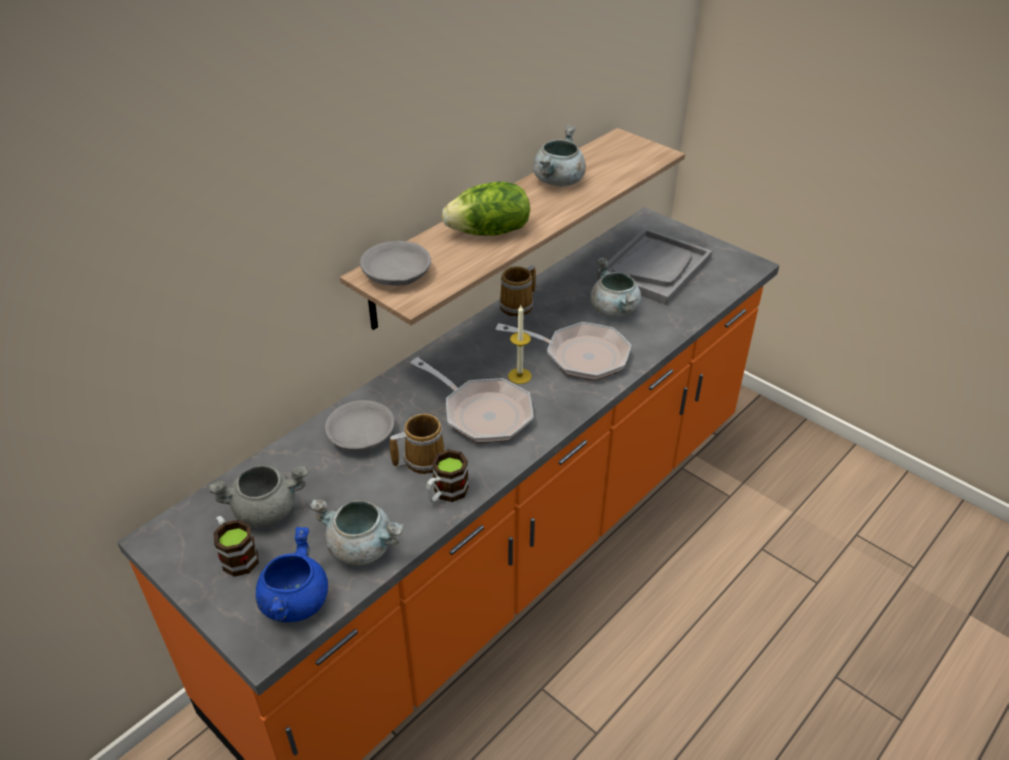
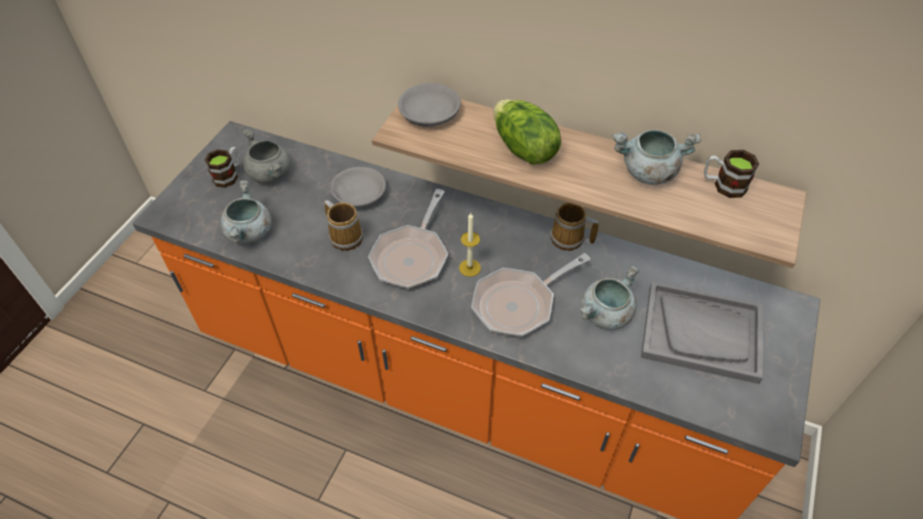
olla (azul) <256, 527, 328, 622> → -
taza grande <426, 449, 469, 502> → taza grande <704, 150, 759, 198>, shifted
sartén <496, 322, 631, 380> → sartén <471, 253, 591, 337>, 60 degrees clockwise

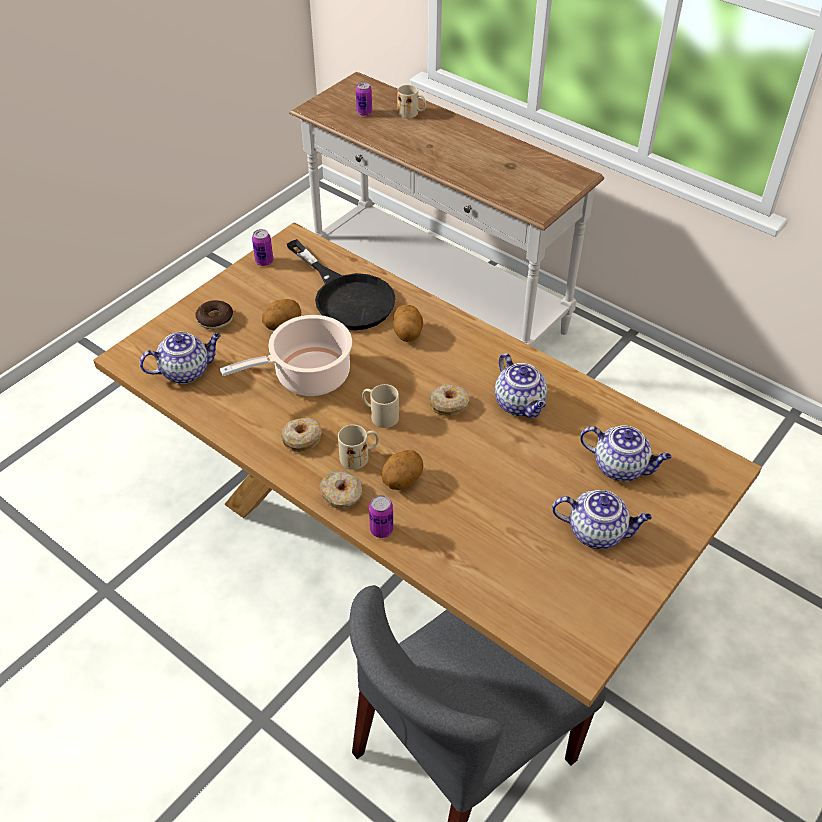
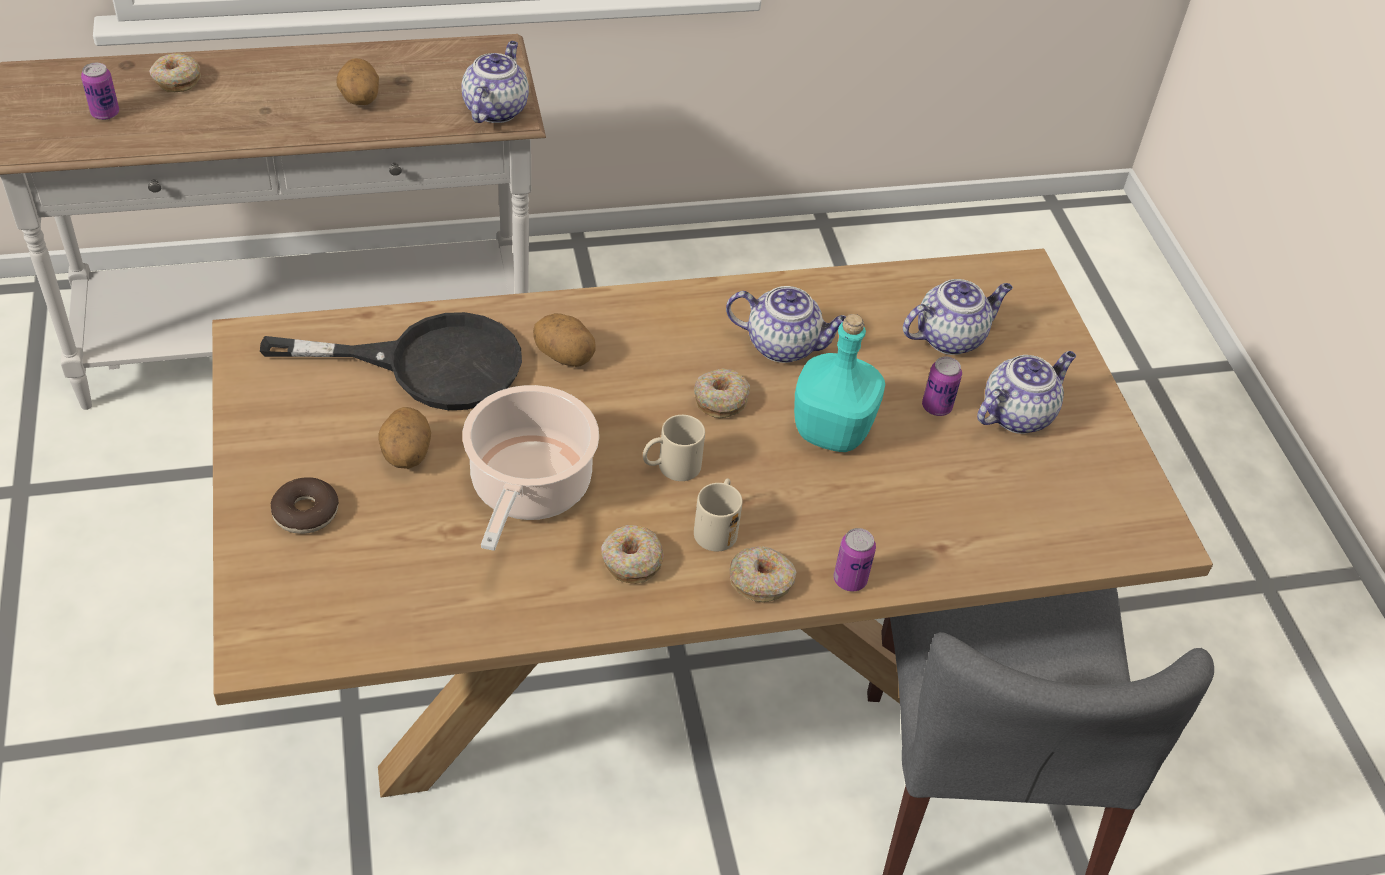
tetera <139, 332, 221, 384> → tetera <461, 41, 529, 123>, shifted
lata <252, 229, 273, 266> → lata <922, 357, 962, 416>, shifted
patata <382, 450, 423, 490> → patata <337, 58, 379, 105>, shifted
taza grande (beis) <397, 85, 426, 118> → rosquilla <149, 53, 201, 92>
- → botella (turquesa) <794, 314, 885, 452>

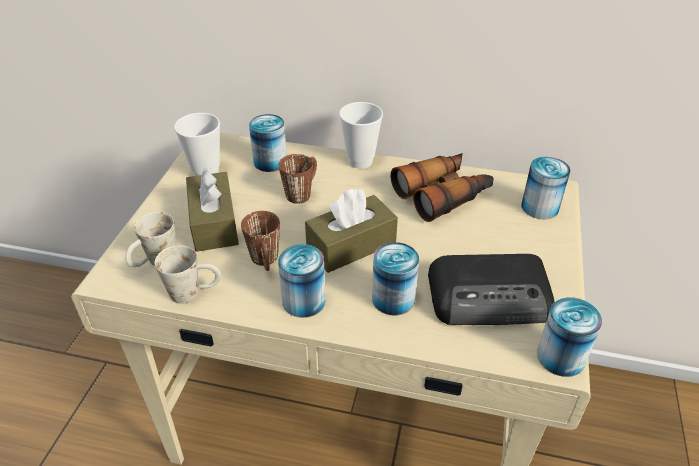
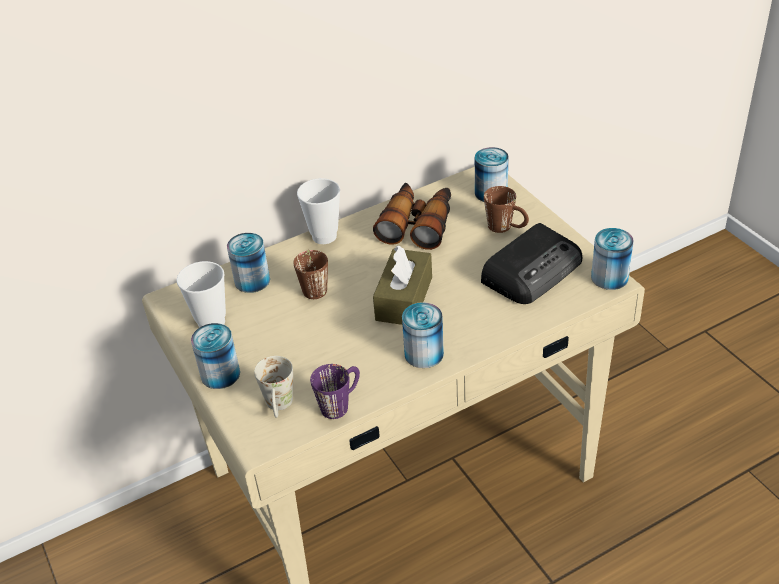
taza grande (blanco) <155, 245, 221, 304> → taza grande (morado) <310, 364, 360, 419>
caja de pañuelos (marrón) <186, 165, 239, 252> → -
taza grande (marrón) <241, 211, 280, 271> → taza grande (marrón) <484, 186, 529, 233>, shifted
lata <372, 242, 419, 315> → lata <191, 323, 240, 389>, shifted

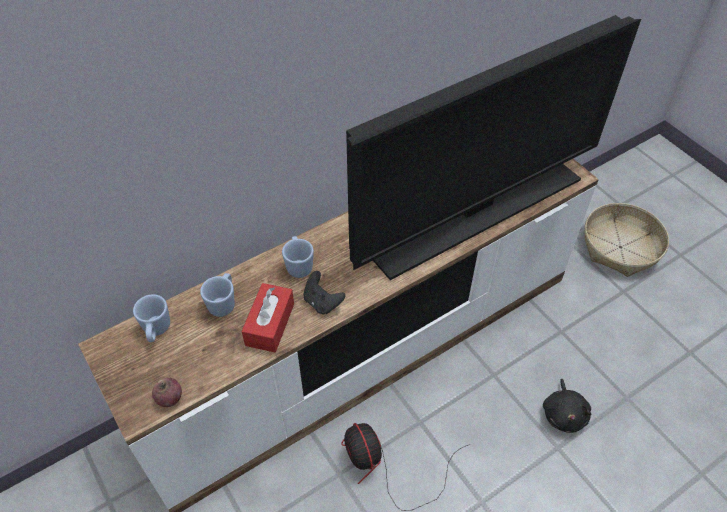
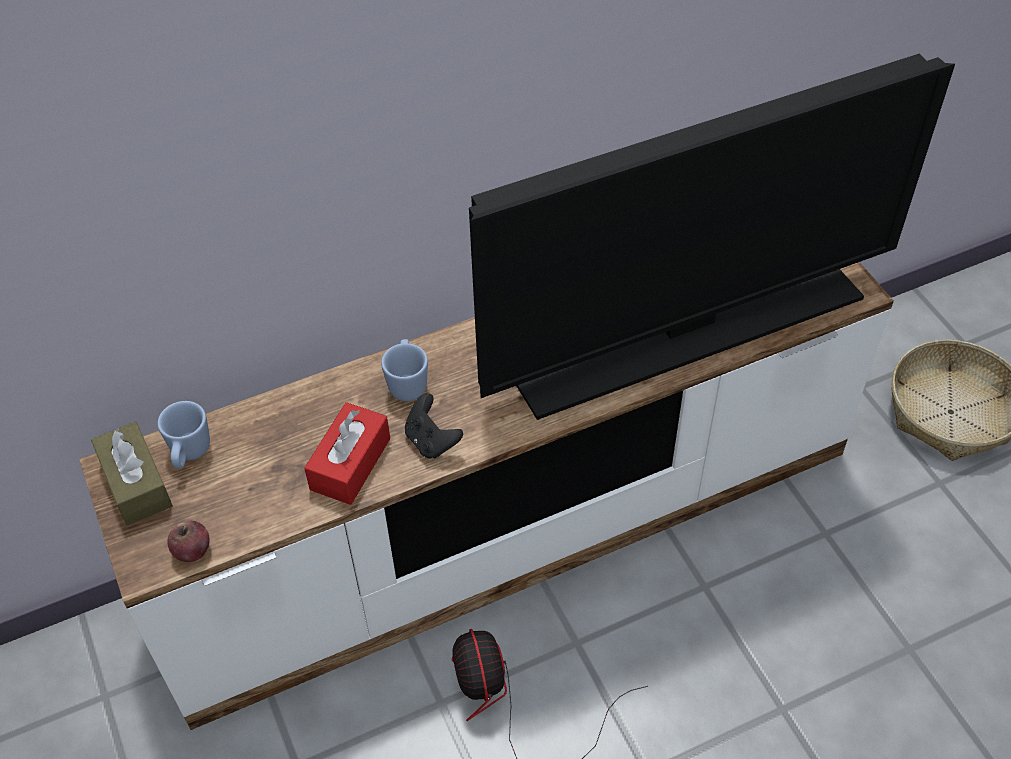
taza grande (azul) <200, 273, 235, 317> → -
peluche (negro) <543, 379, 592, 433> → -
- → caja de pañuelos (marrón) <91, 422, 173, 526>

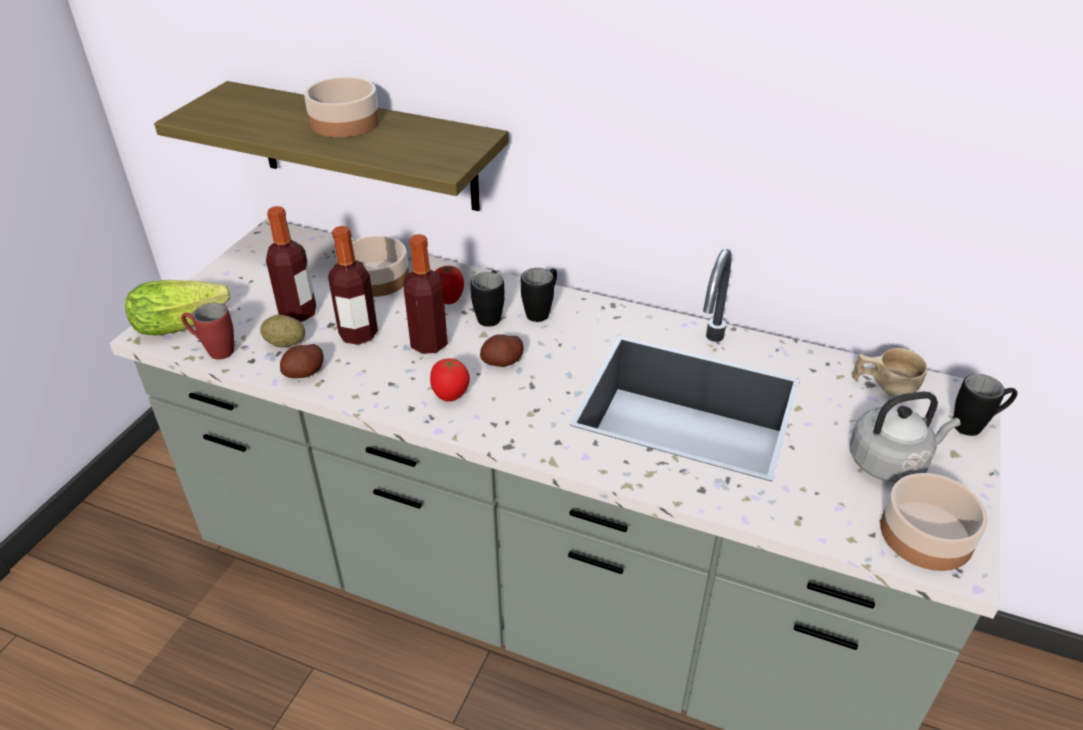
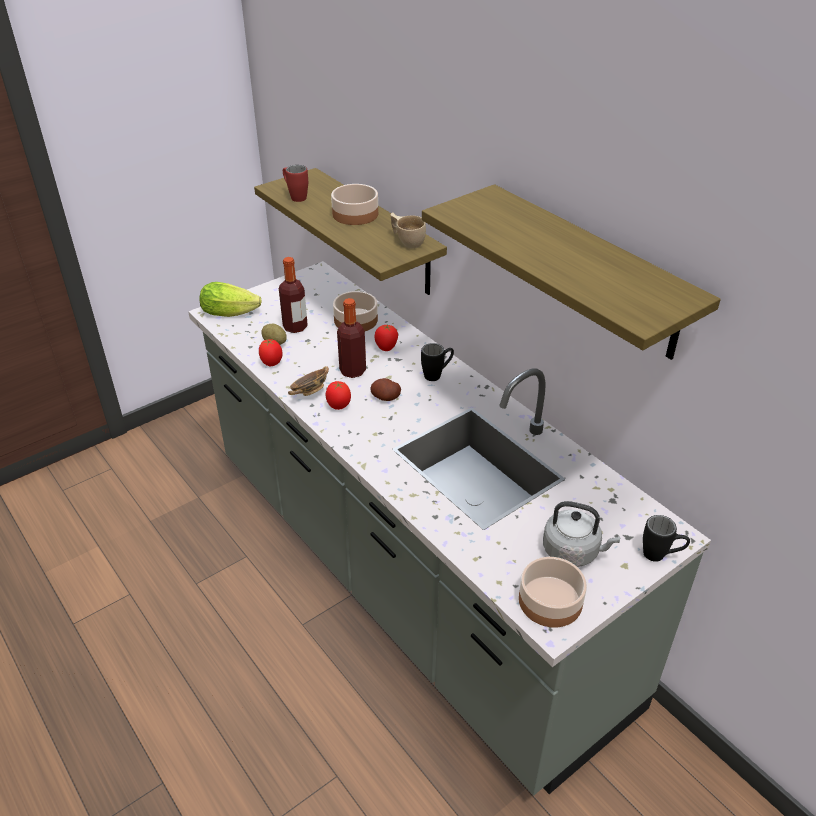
taza grande (rojo) <181, 303, 234, 360> → taza grande (rojo) <283, 165, 308, 202>, shifted
patata <280, 344, 324, 378> → tomate <259, 339, 282, 366>
botella <328, 226, 378, 345> → -
taza grande (negro) <470, 270, 505, 327> → -
taza (beis) <852, 348, 927, 397> → taza (beis) <390, 213, 426, 248>, shifted
- → cuenco <288, 366, 329, 396>
- → estante <422, 184, 721, 360>

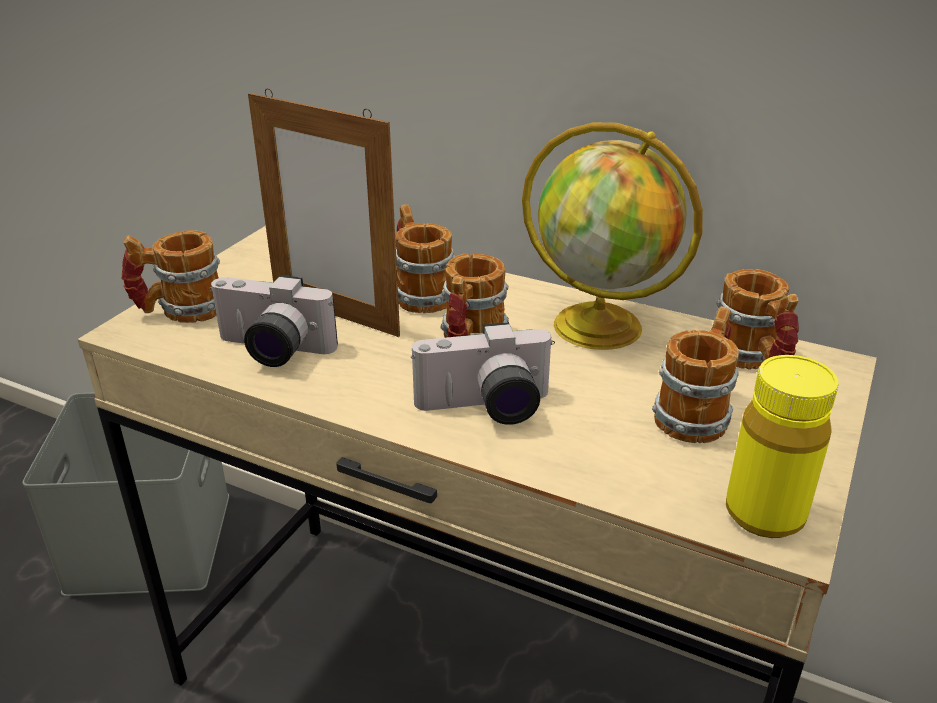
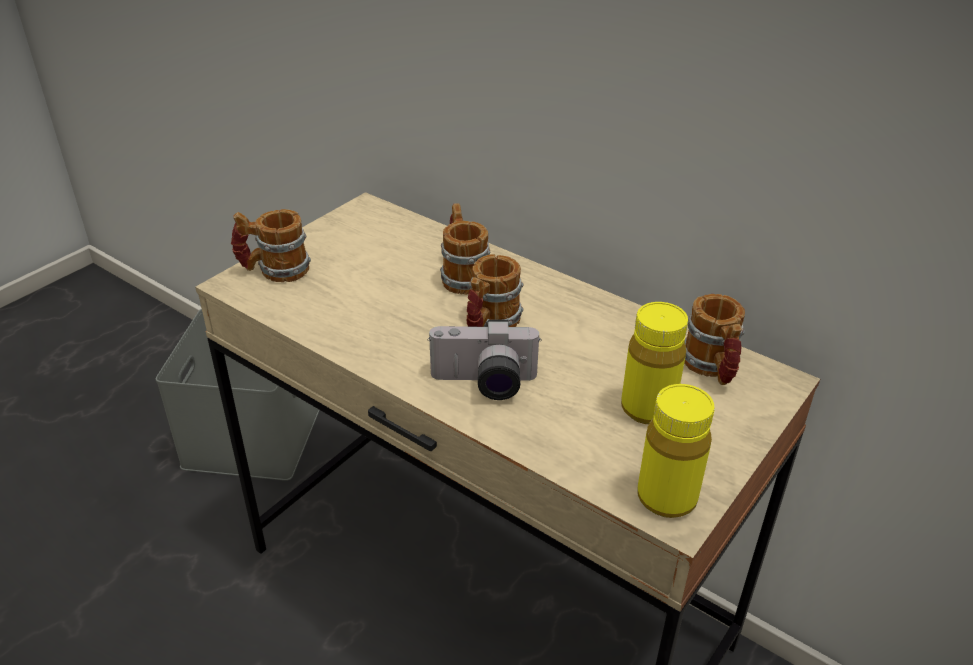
cámara <209, 275, 338, 367> → -
portarretratos <248, 88, 400, 337> → -
globo terráqueo <522, 122, 703, 350> → -
taza grande <652, 306, 739, 443> → botella (amarillo) <621, 302, 688, 424>

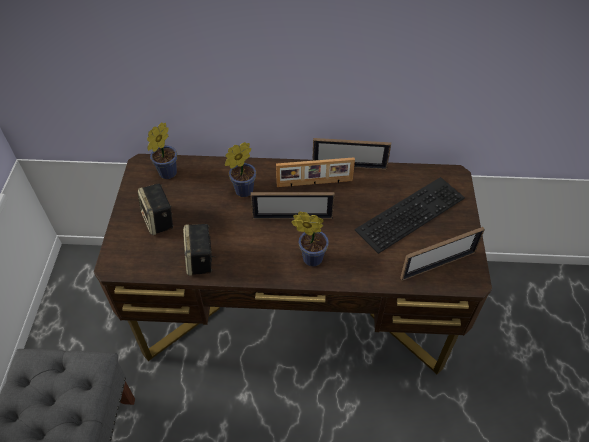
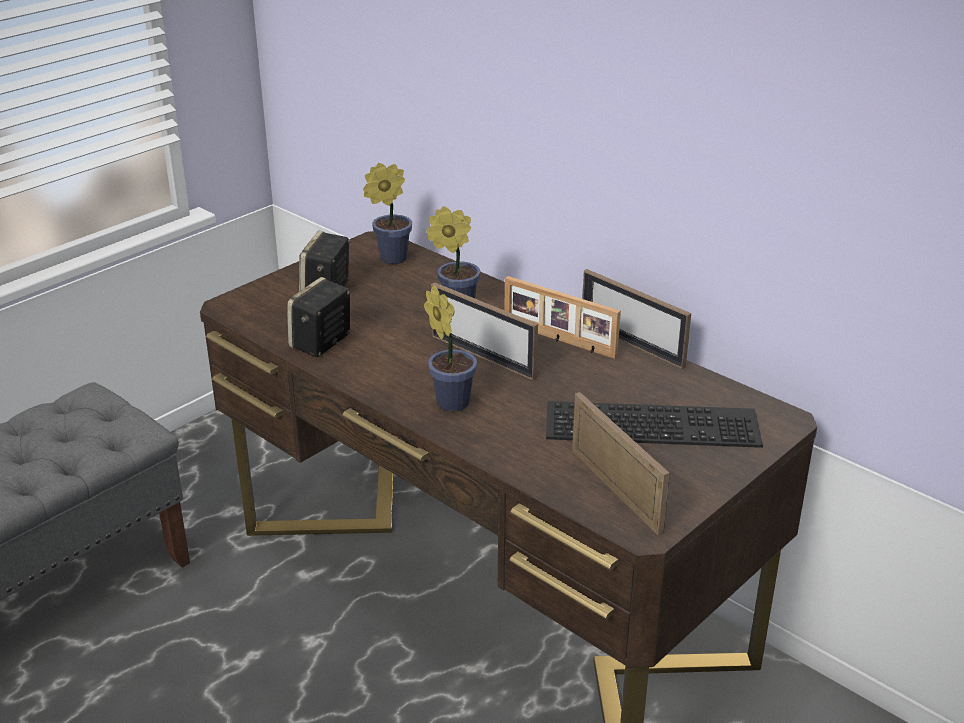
portarretratos <400, 227, 485, 281> → portarretratos <572, 392, 670, 536>, 135 degrees counterclockwise

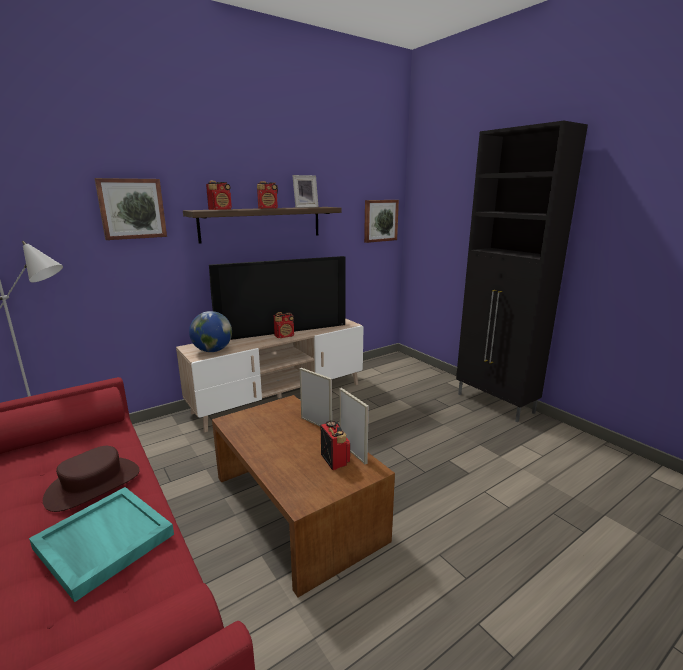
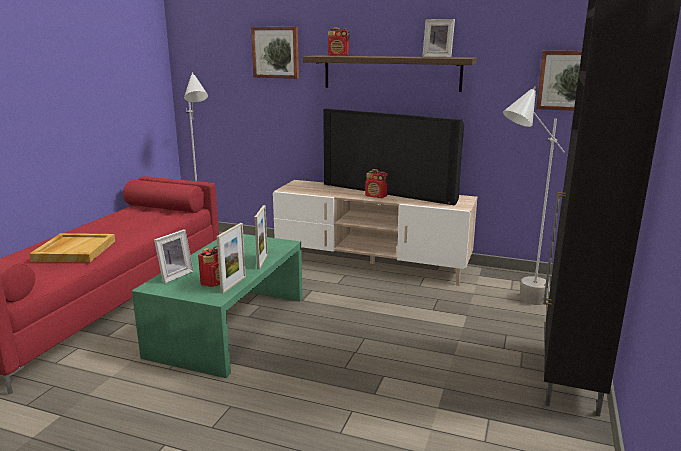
bandeja (turquesa) <29, 487, 174, 602> → bandeja (beis) <30, 233, 115, 262>
sombrero (marrón) <43, 446, 140, 512> → -
globo terráqueo <189, 311, 232, 352> → -
mesa de centro (marrón) <212, 395, 395, 598> → mesa de centro (verde) <132, 234, 303, 378>
radio <257, 181, 278, 209> → -
- → portarretratos <154, 229, 194, 284>
- → lámpara de pie (gris) <503, 86, 565, 305>

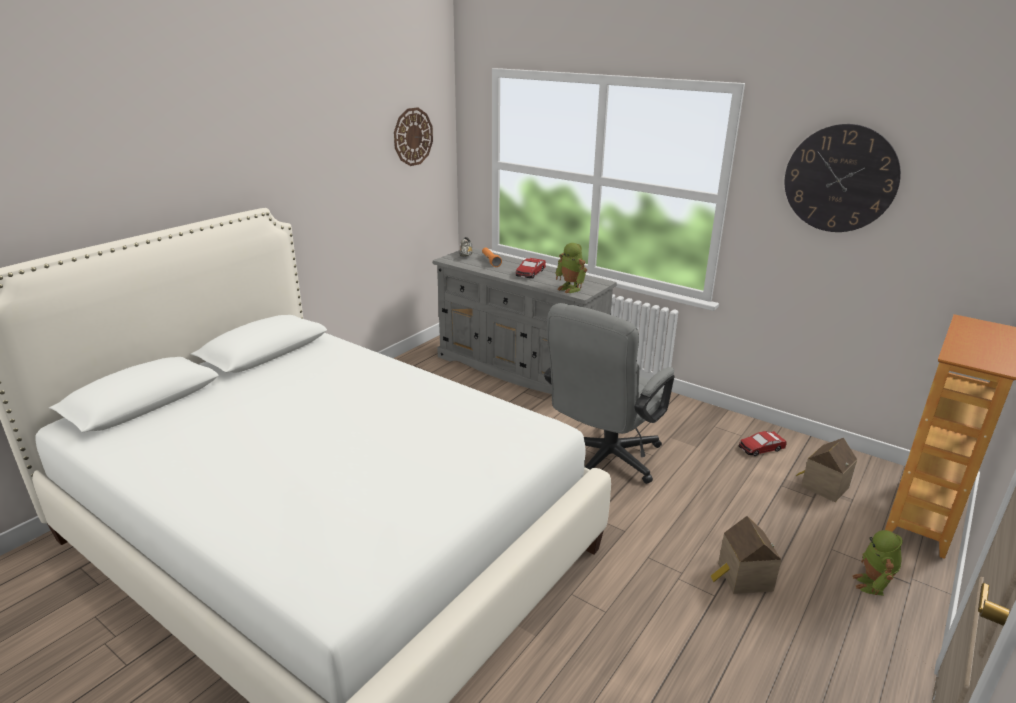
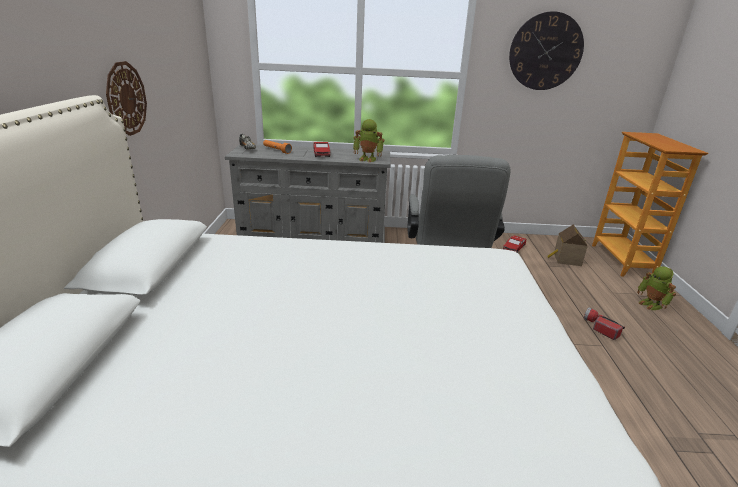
reloj de pared <394, 107, 433, 166> → reloj de pared <106, 61, 147, 136>, shifted
casita <711, 516, 782, 594> → linterna <584, 307, 625, 340>

